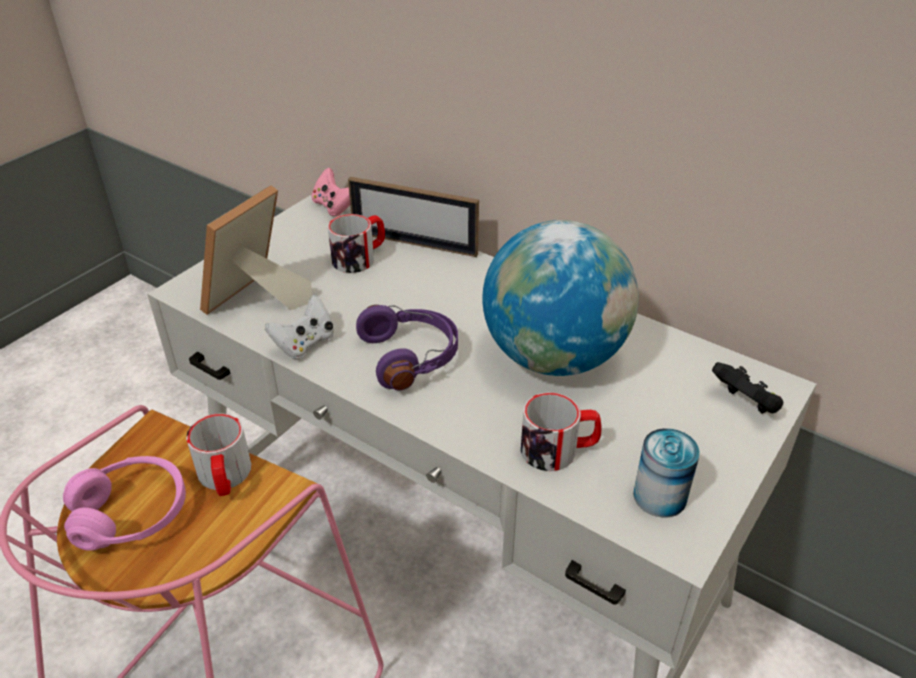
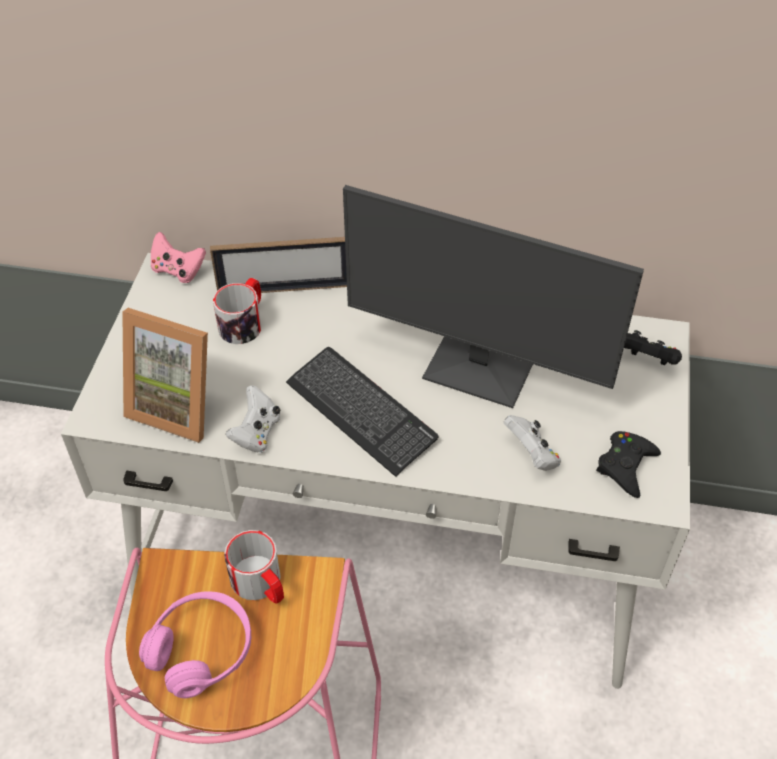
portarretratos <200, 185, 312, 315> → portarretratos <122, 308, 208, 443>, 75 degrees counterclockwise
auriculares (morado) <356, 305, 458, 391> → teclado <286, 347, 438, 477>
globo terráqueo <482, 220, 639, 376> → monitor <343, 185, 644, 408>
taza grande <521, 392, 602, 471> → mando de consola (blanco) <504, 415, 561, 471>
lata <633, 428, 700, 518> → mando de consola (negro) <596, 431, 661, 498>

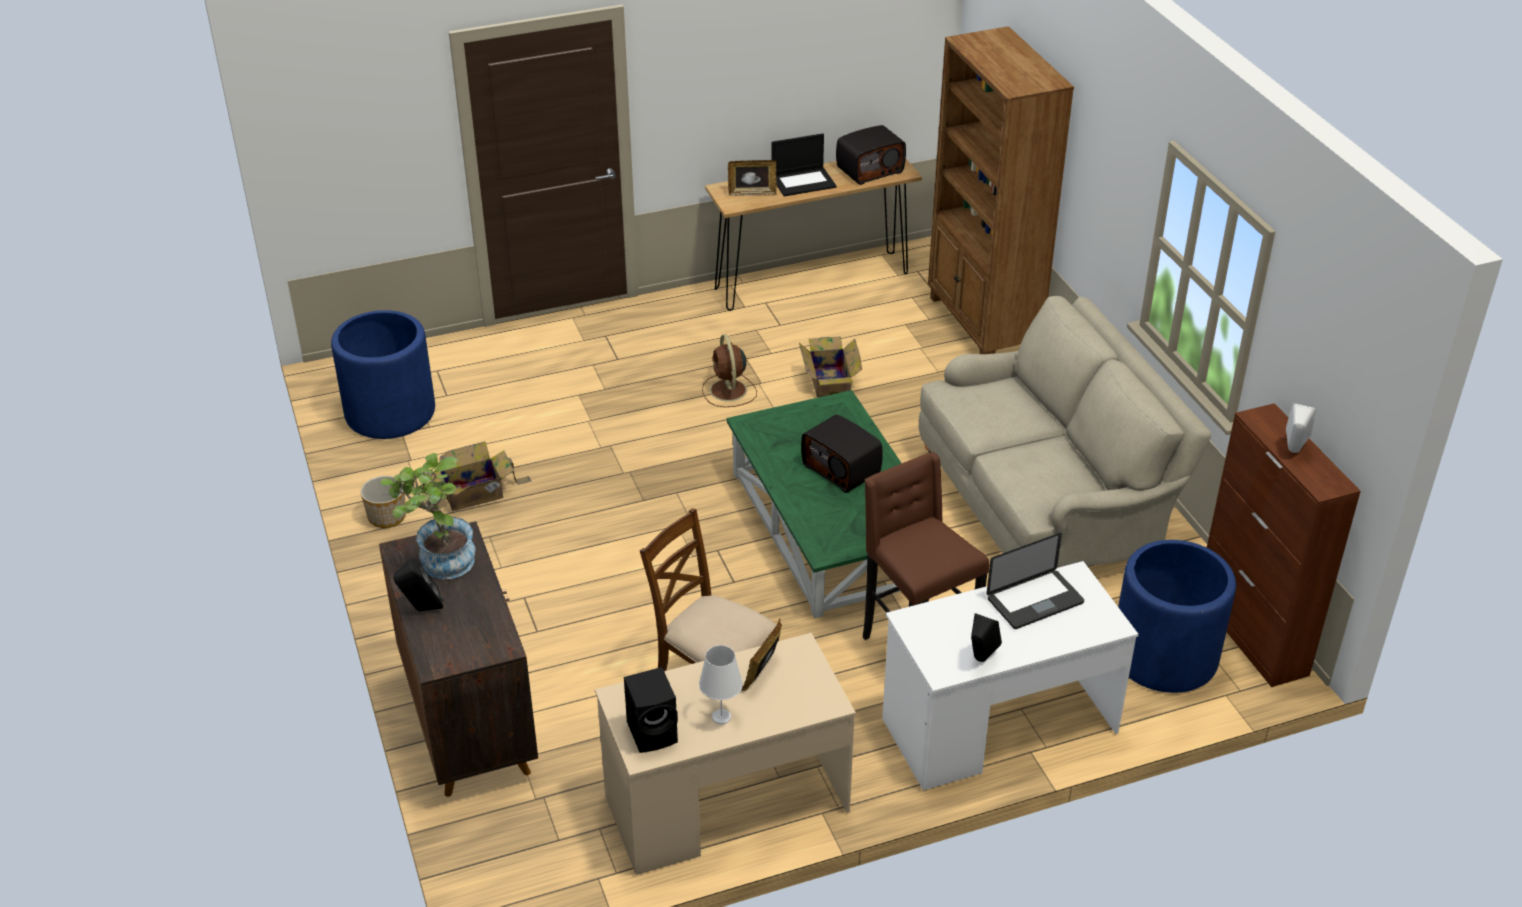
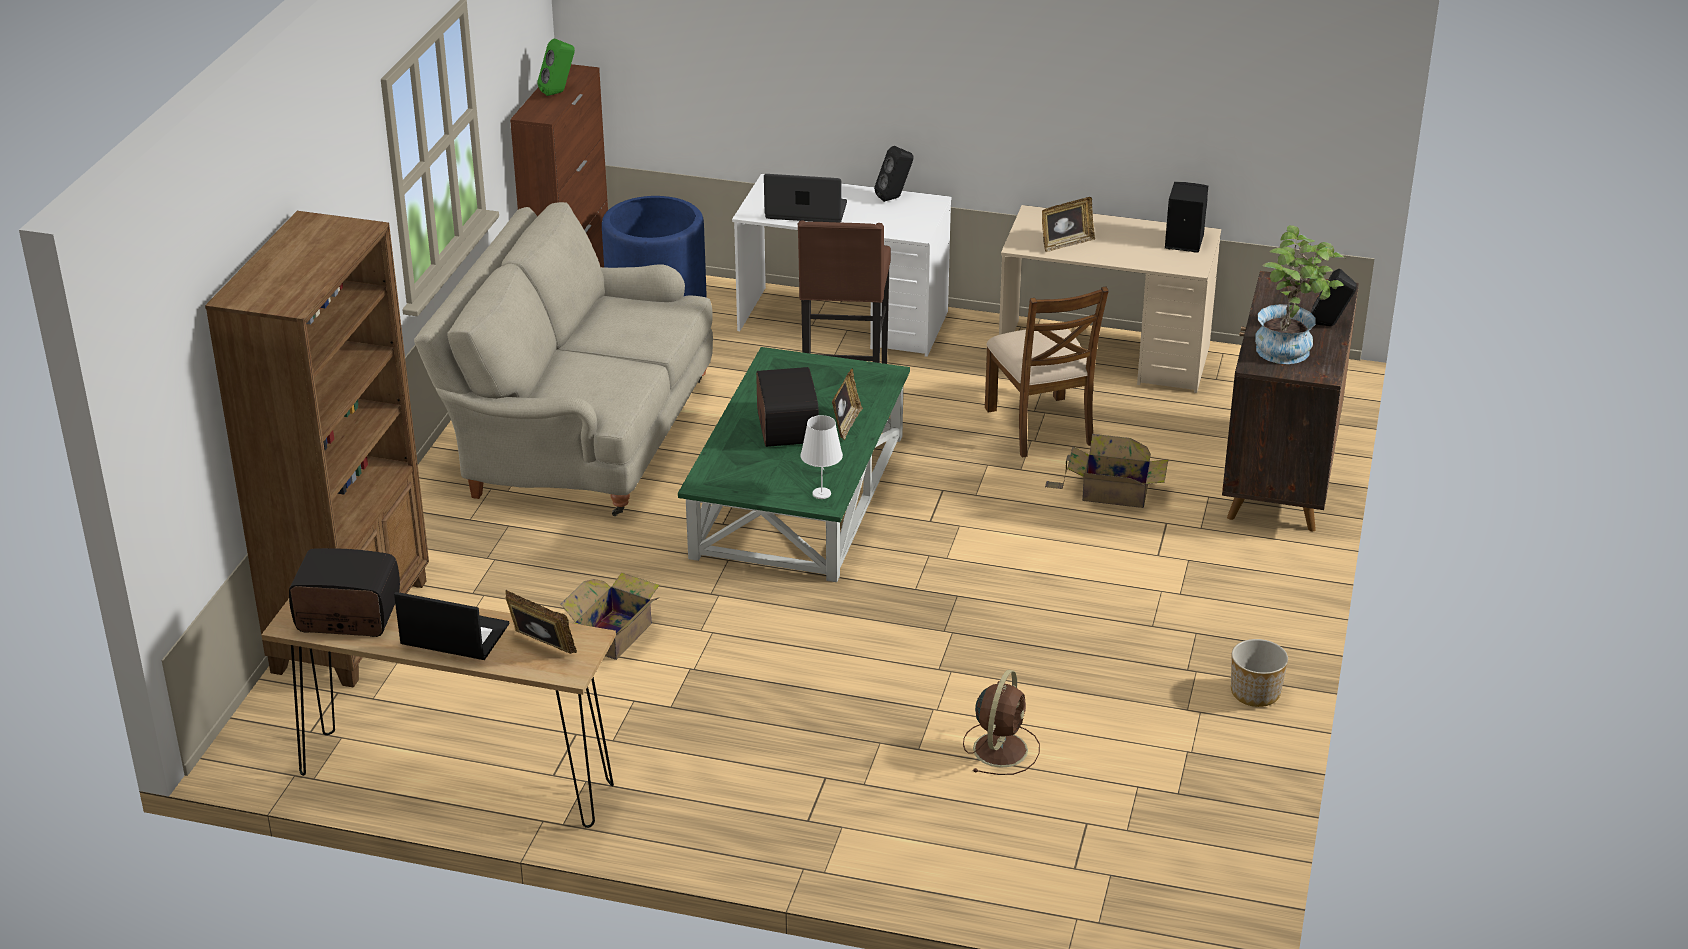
maceta (azul) <331, 310, 435, 439> → -
caja de cartón <429, 442, 532, 511> → caja de cartón <1045, 434, 1168, 508>, shifted
lámpara de mesa (blanco) <699, 645, 743, 724> → lámpara de mesa (blanco) <800, 415, 843, 499>, shifted
ventilador (marrón) <702, 334, 757, 407> → ventilador (marrón) <963, 670, 1040, 775>, shifted
altavoz (blanco) <1286, 403, 1316, 453> → altavoz (verde) <537, 38, 575, 96>
- → portarretratos <832, 368, 863, 440>

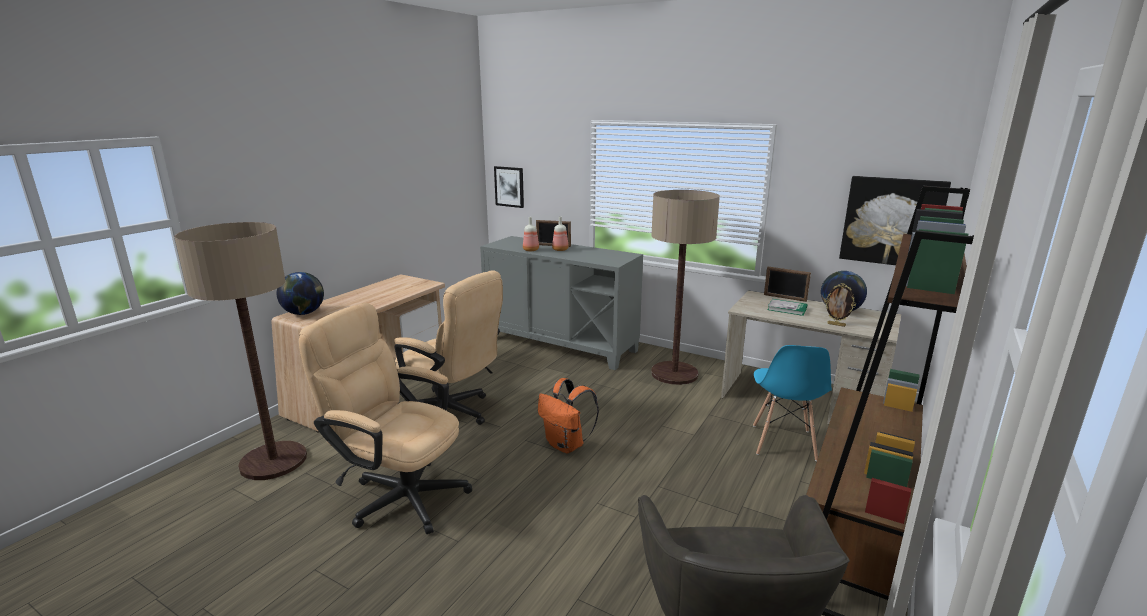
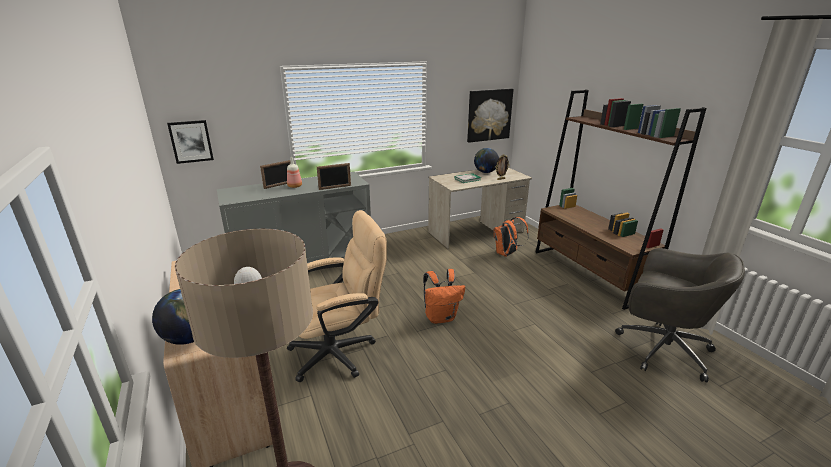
silla de oficina (beis) <299, 303, 472, 534> → -
botella <523, 217, 539, 251> → -
lámpara de pie <651, 190, 720, 385> → -
silla (azul) <753, 345, 832, 462> → mochila (naranja) <493, 217, 529, 257>
portarretratos <764, 266, 811, 302> → portarretratos <317, 163, 351, 190>, shifted

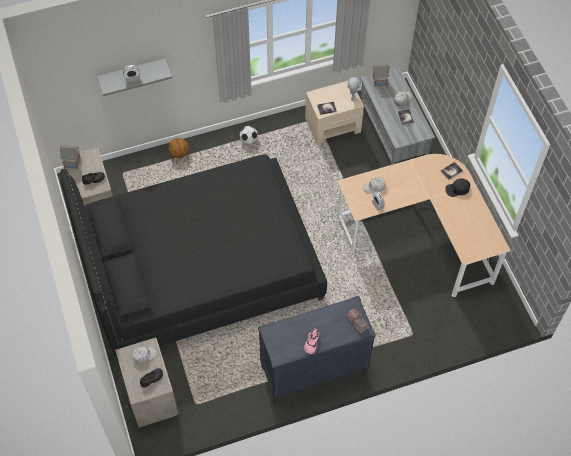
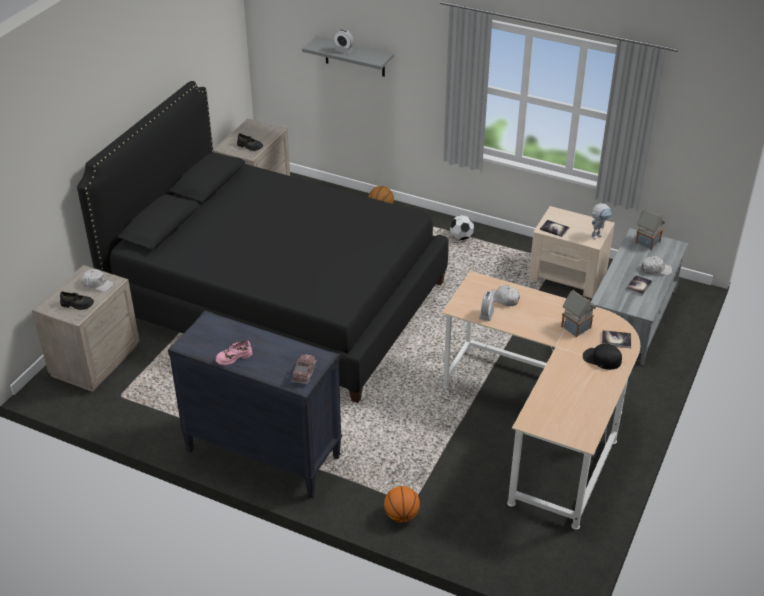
casita <60, 145, 81, 169> → casita <561, 289, 596, 338>, shifted
- → balón de baloncesto <384, 486, 420, 522>

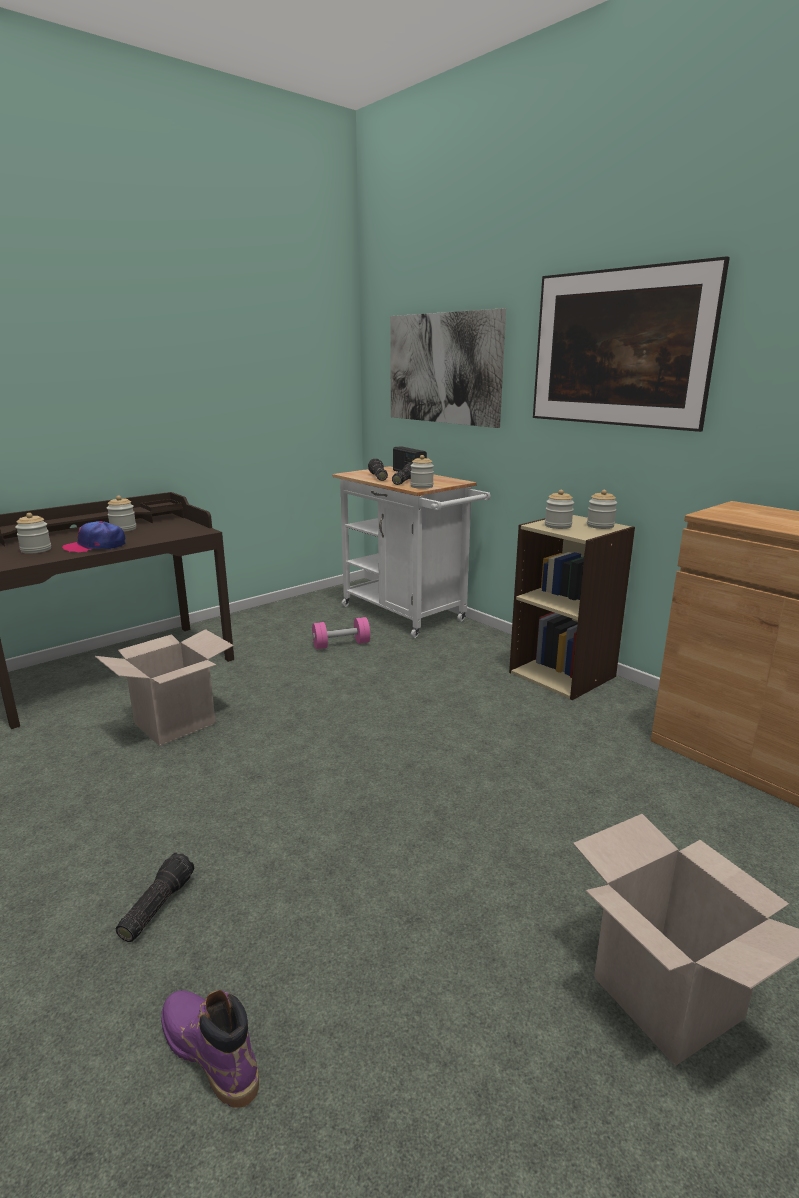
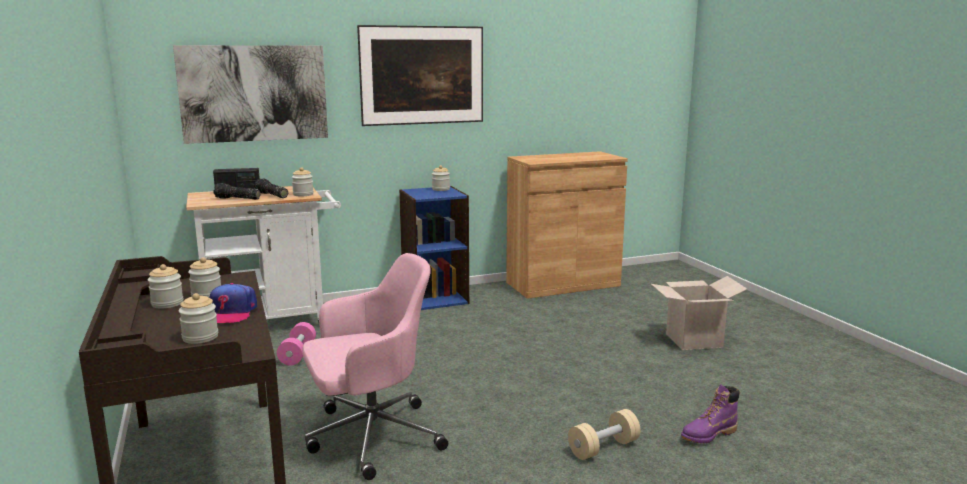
caja de cartón <95, 629, 234, 746> → silla de oficina (rosa) <302, 253, 448, 480>
linterna <116, 853, 194, 942> → mancuerna (beis) <568, 409, 641, 460>
estantería (beis) <509, 515, 635, 700> → estantería (azul) <399, 186, 469, 310>
tarro <545, 490, 574, 529> → tarro <188, 257, 221, 298>, shifted

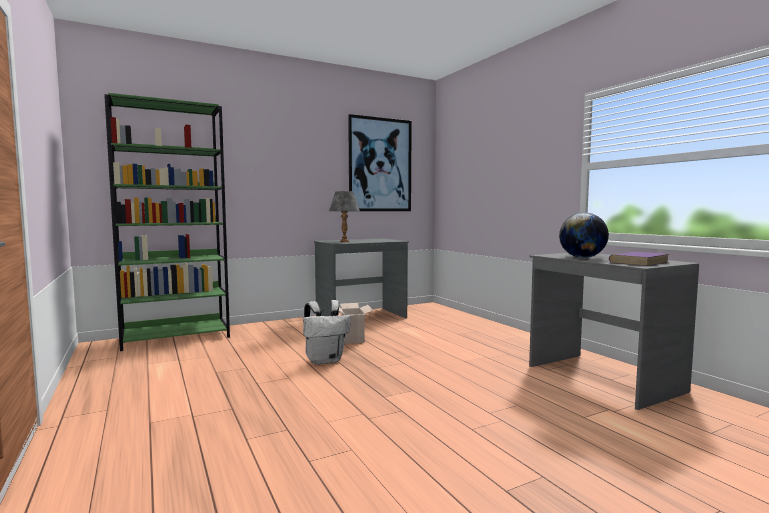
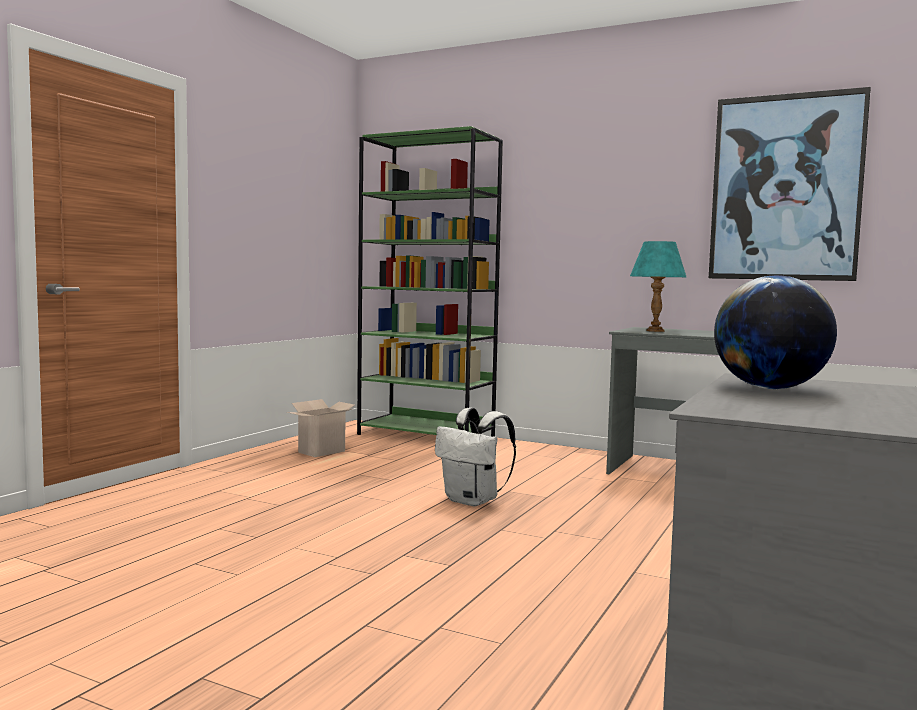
lámpara de mesa (gris) <329, 191, 360, 242> → lámpara de mesa (turquesa) <630, 241, 686, 332>
caja de cartón <339, 303, 373, 344> → caja de cartón <287, 399, 355, 457>, shifted
libro (morado) <609, 252, 668, 266> → -

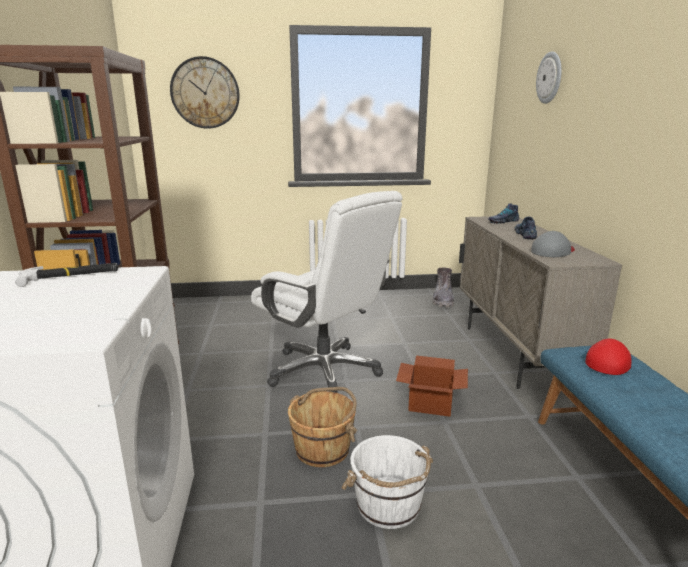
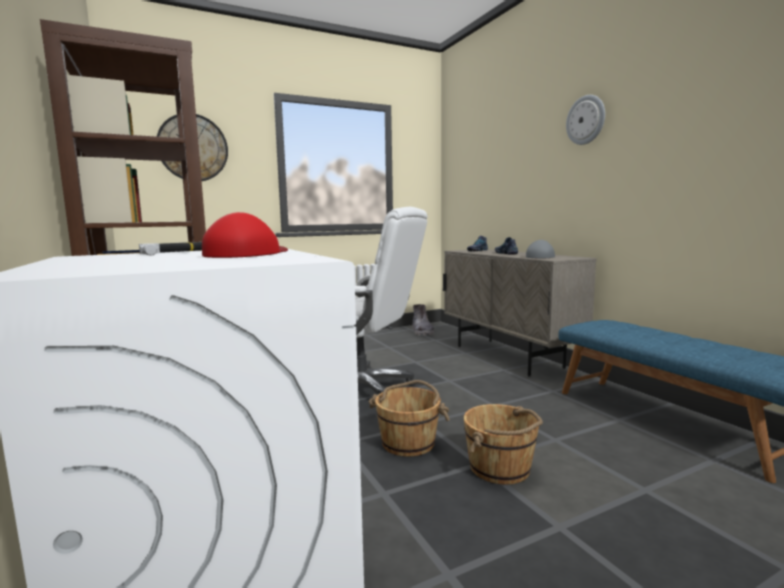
cubo (blanco) <342, 435, 433, 529> → cubo (marrón) <463, 404, 543, 484>
caja de cartón <396, 356, 468, 417> → -
reloj de pared <536, 51, 562, 104> → reloj de pared <566, 95, 605, 145>, shifted
gorra (rojo) <585, 339, 631, 375> → gorra (rojo) <202, 212, 288, 258>, shifted

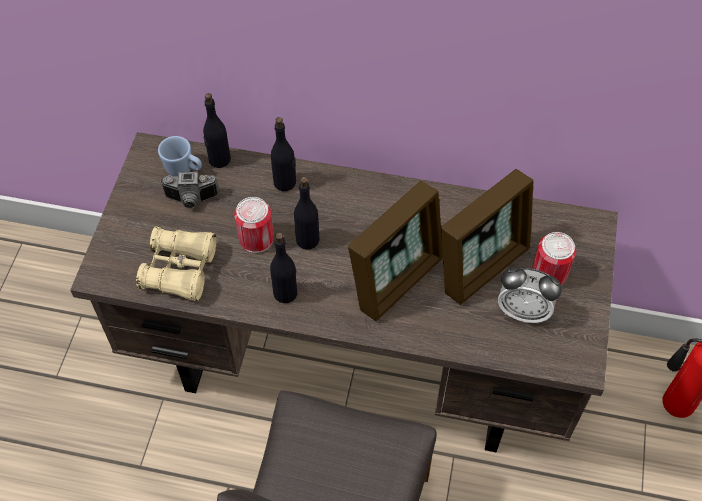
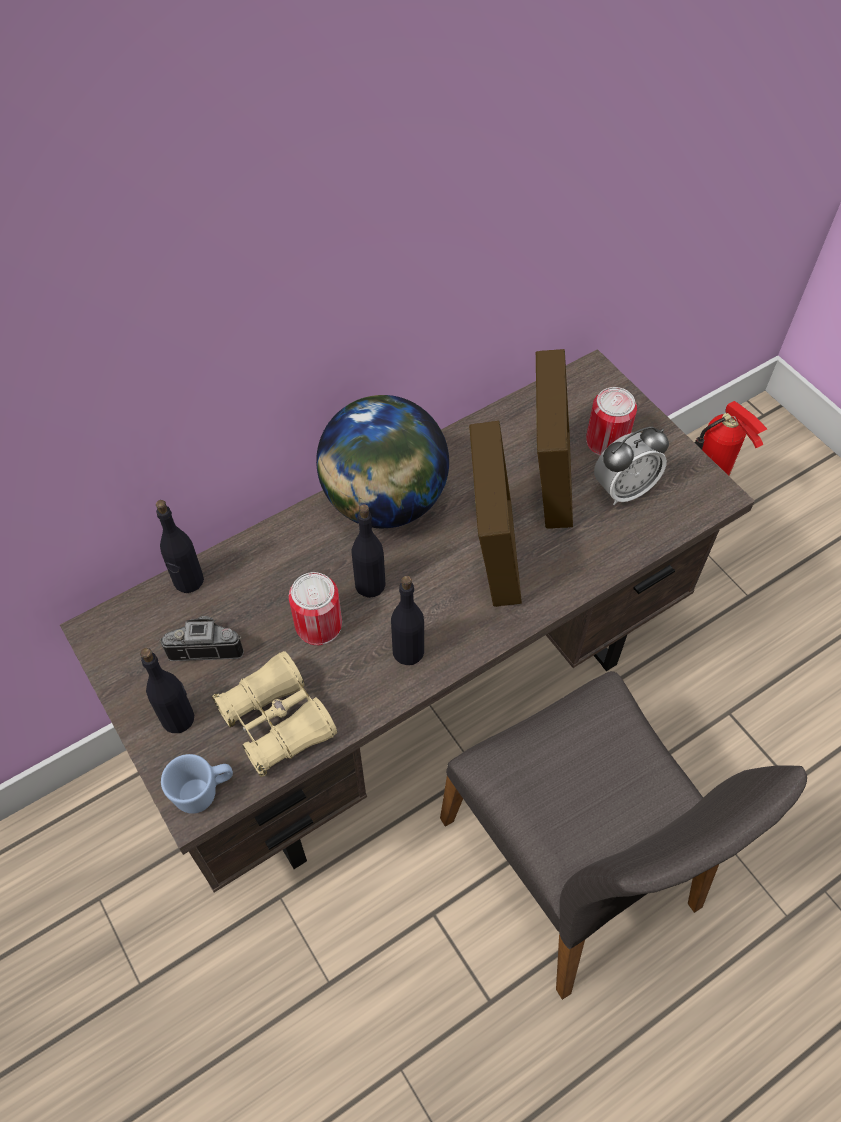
taza grande (azul) <158, 136, 202, 176> → taza grande (azul) <161, 754, 233, 814>, shifted
cámara <160, 172, 219, 208> → cámara <159, 616, 244, 661>, 135 degrees counterclockwise
botella (negro) <271, 117, 296, 191> → botella (negro) <140, 648, 194, 733>, shifted
- → globo terráqueo <316, 395, 449, 528>

